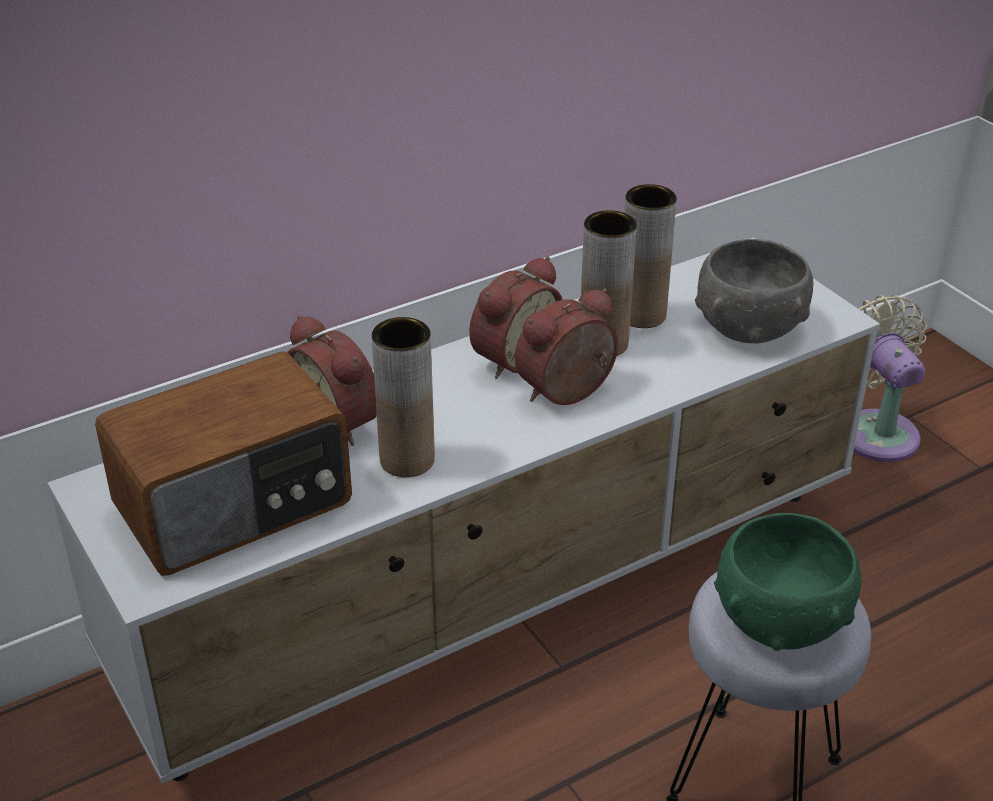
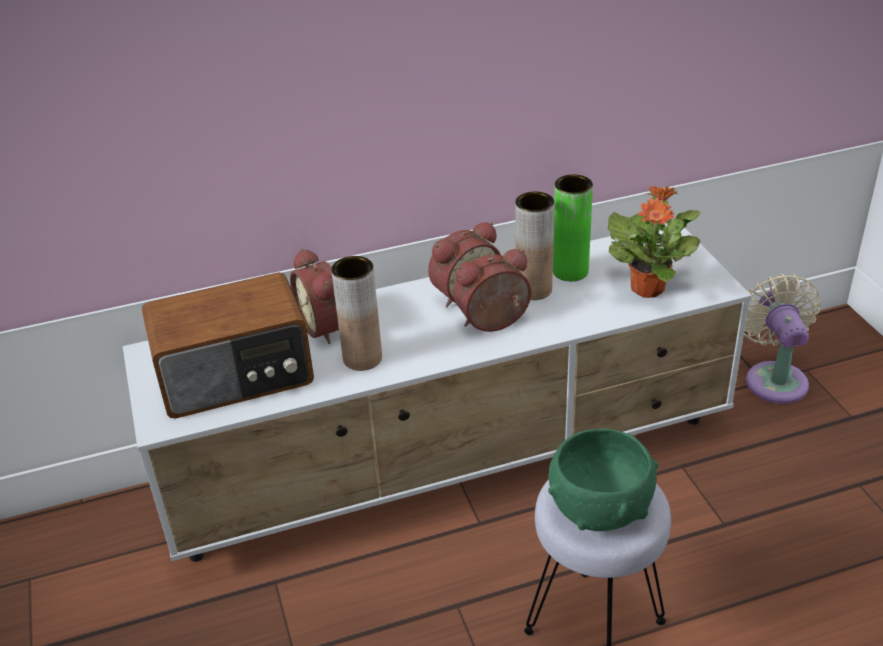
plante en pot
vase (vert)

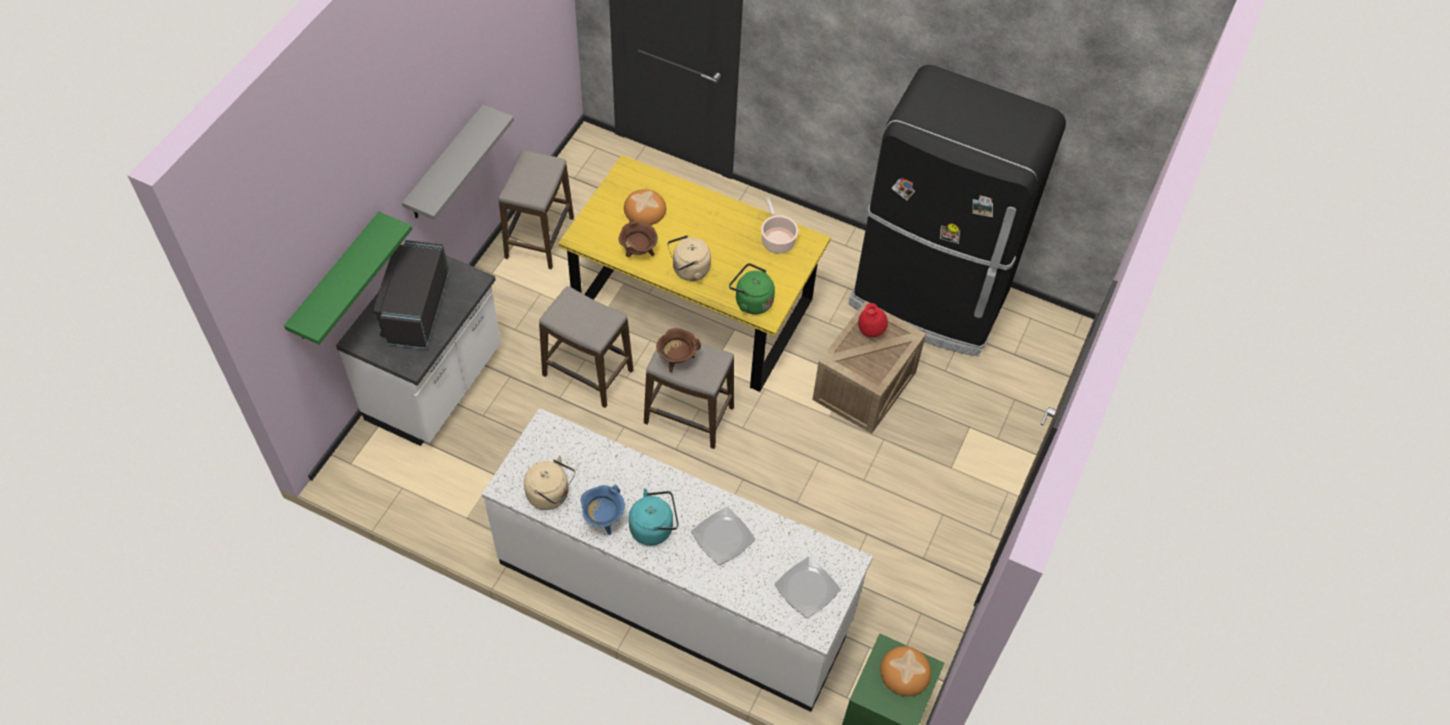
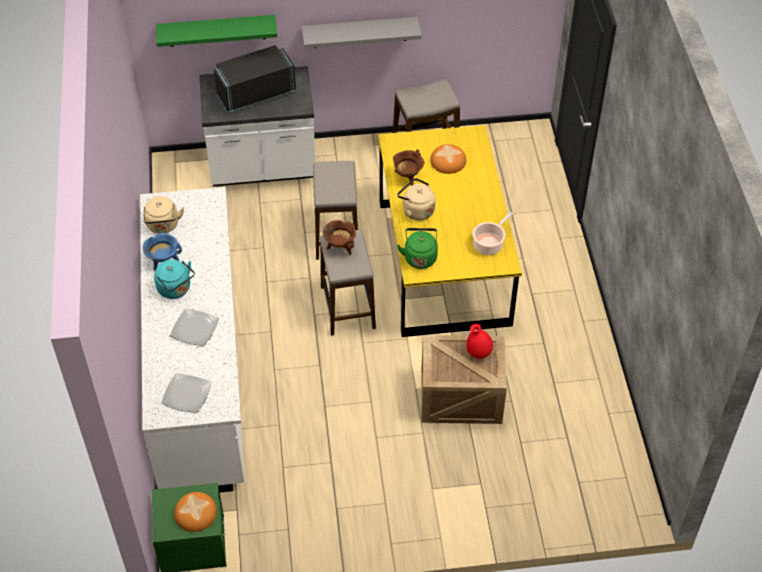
réfrigérateur (noir)

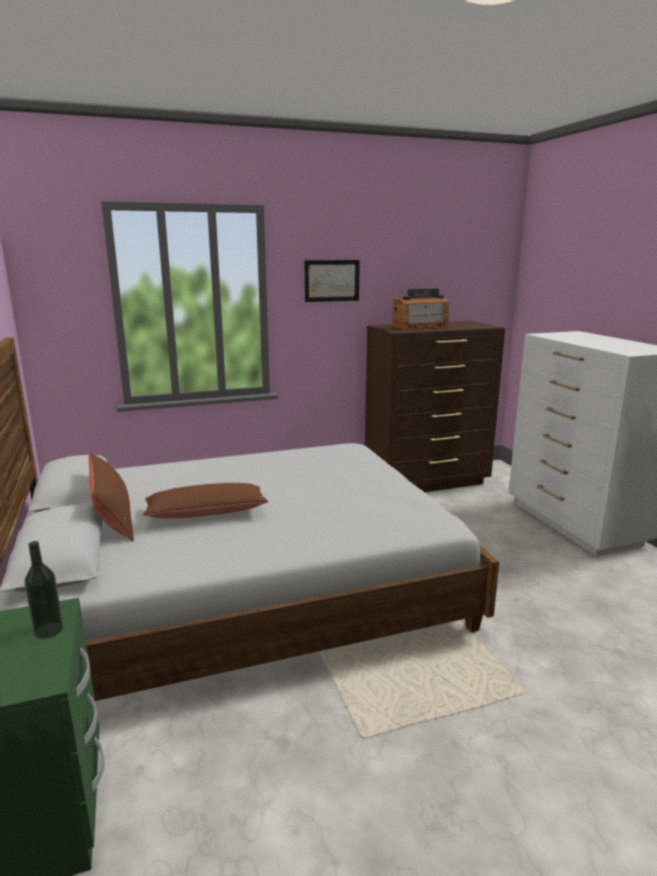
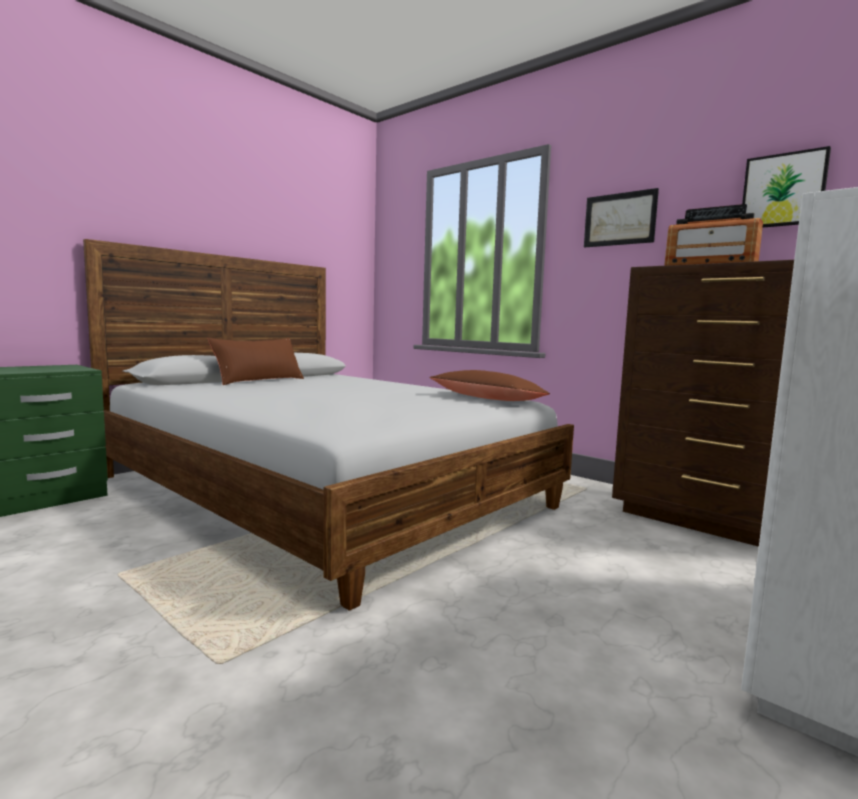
bouteille
tableau (no. 2 from left)
coussin (marron) (no. 2 from left)

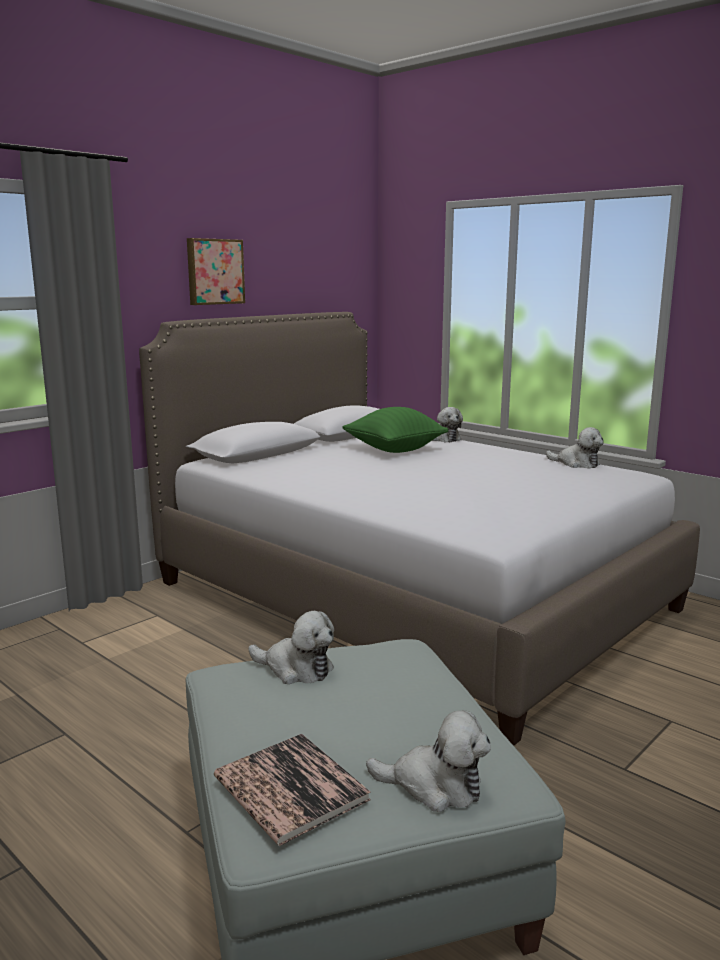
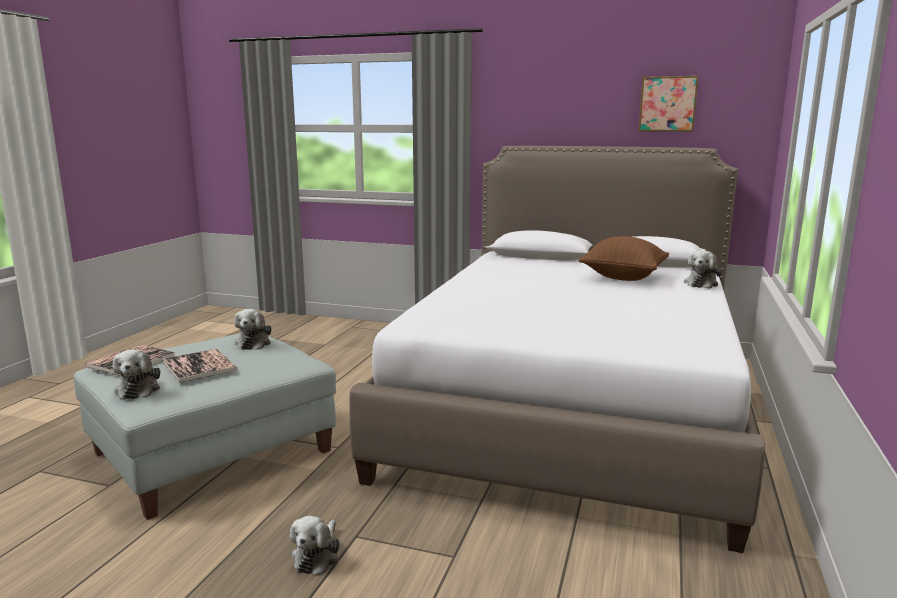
livre (no. 2 from left)
tableau
peluche (no. 3 from left)
coussin (marron)

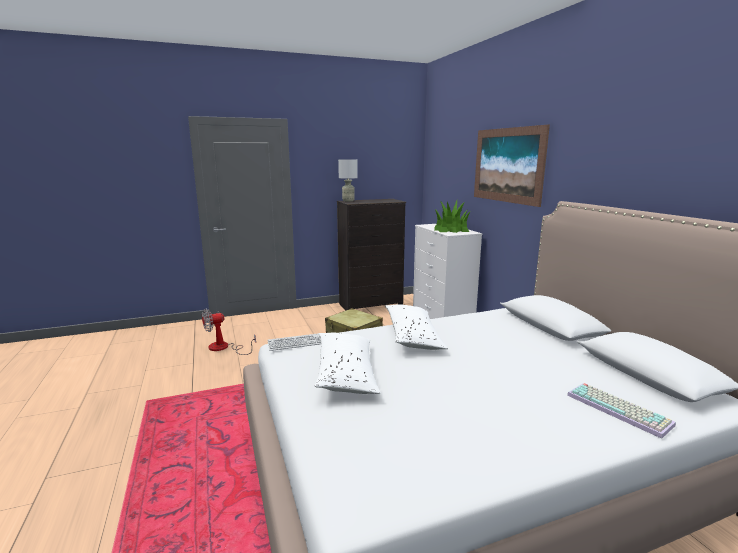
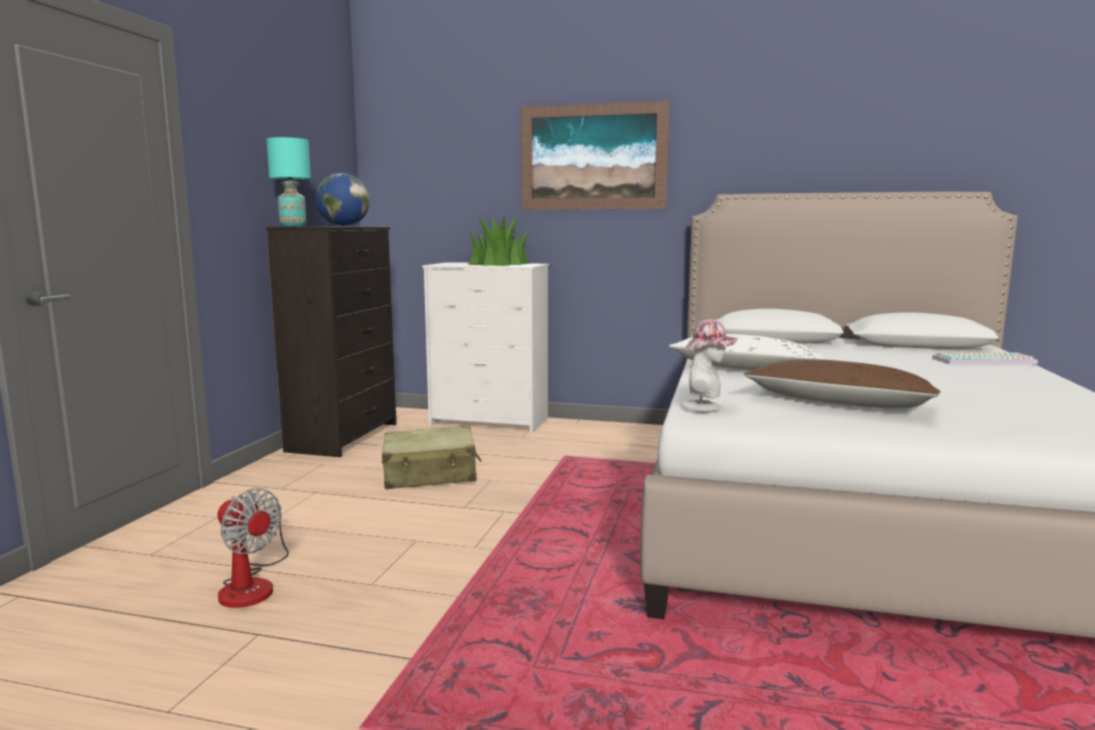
globe
chapeau
coussin (marron)
lampe de table (turquoise)
ventilateur

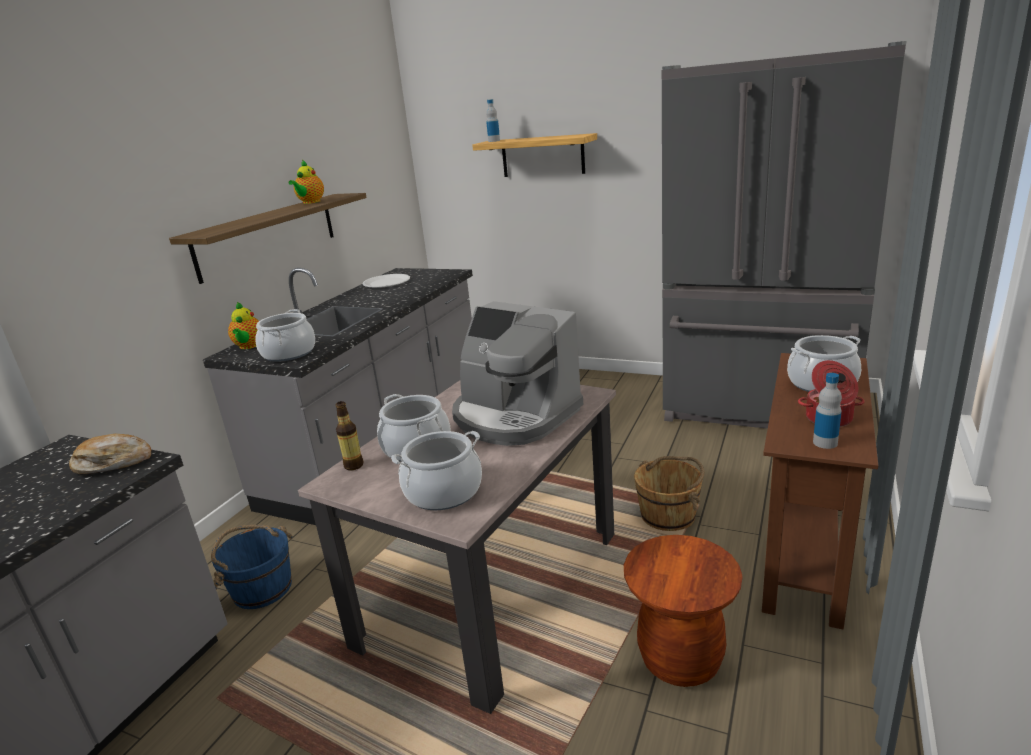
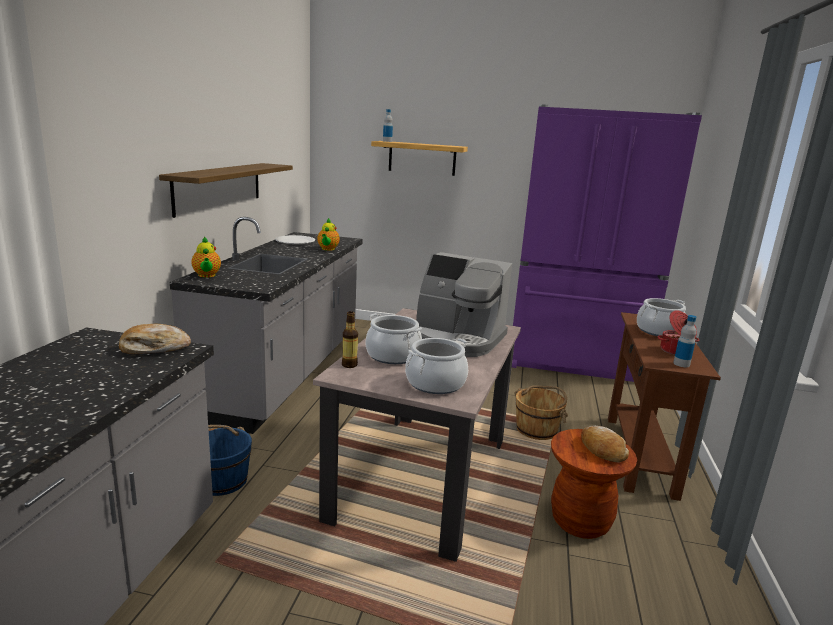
marmite (no. 1 from left in the first image)
pain (no. 2 from left)
théière (no. 2 from left)
réfrigérateur (violet)

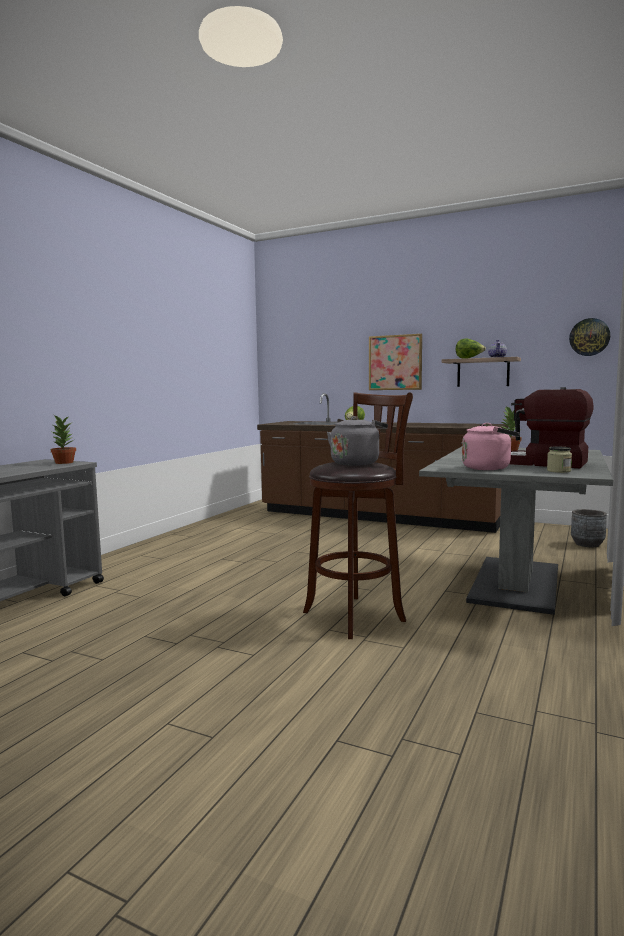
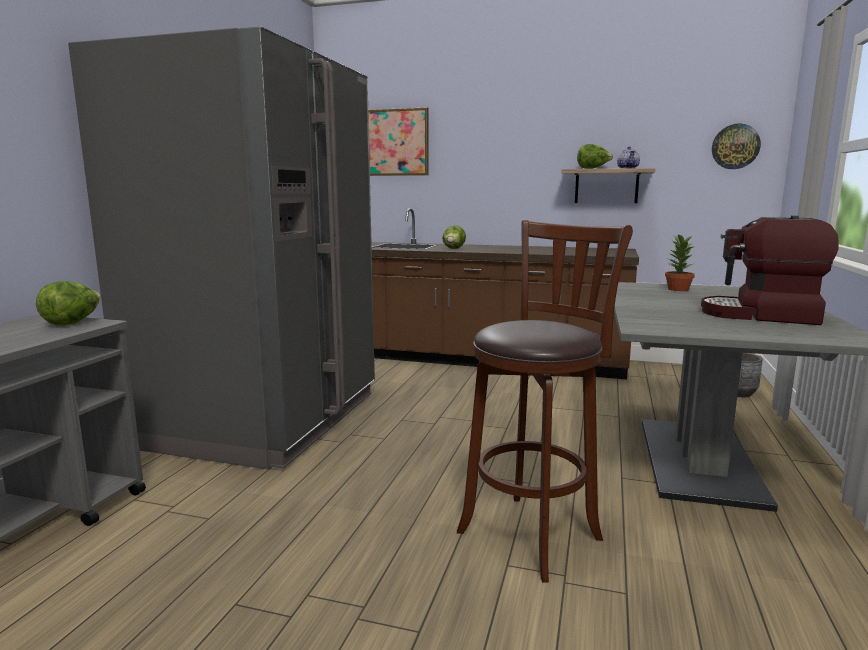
bouilloire (gris)
bouilloire (rose)
bocal
réfrigérateur (gris)
tableau
laitue (no. 1 from left)

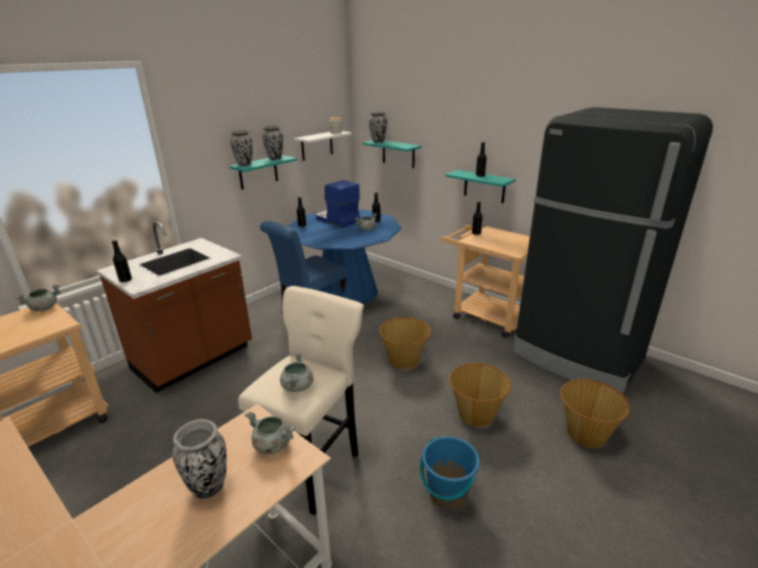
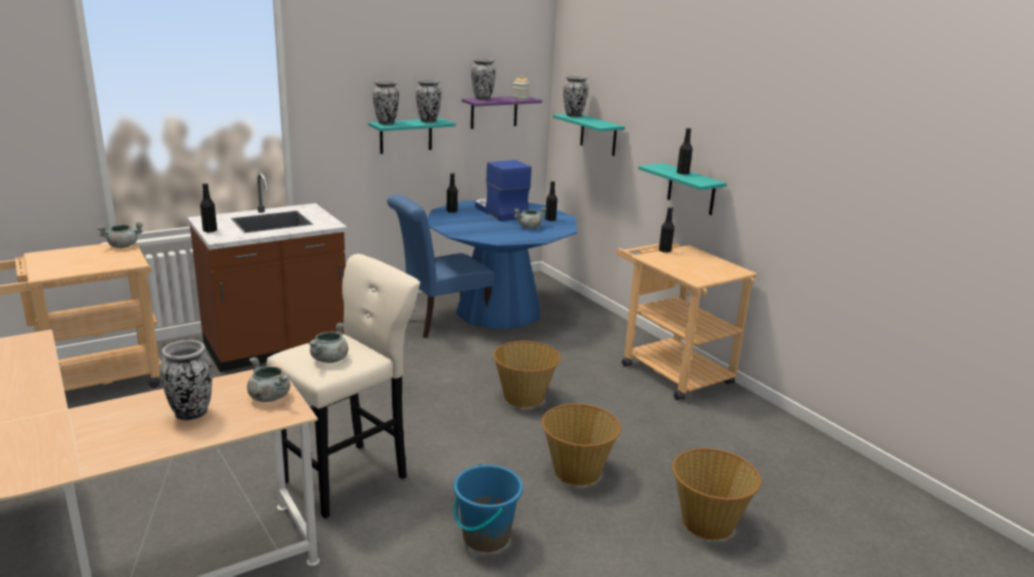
réfrigérateur (noir)
vase (no. 4 from left)
étagère (violet)

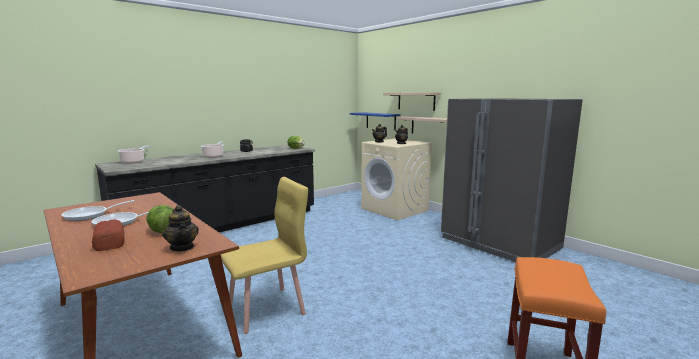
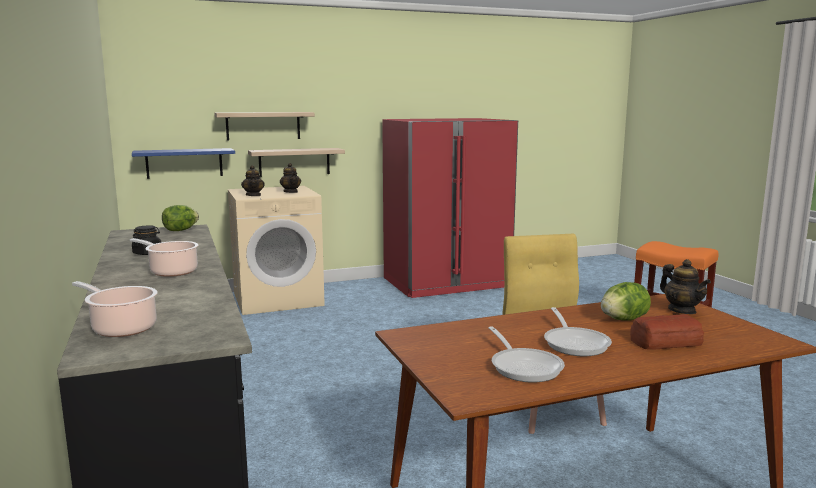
réfrigérateur (rouge)
théière (no. 3 from left)

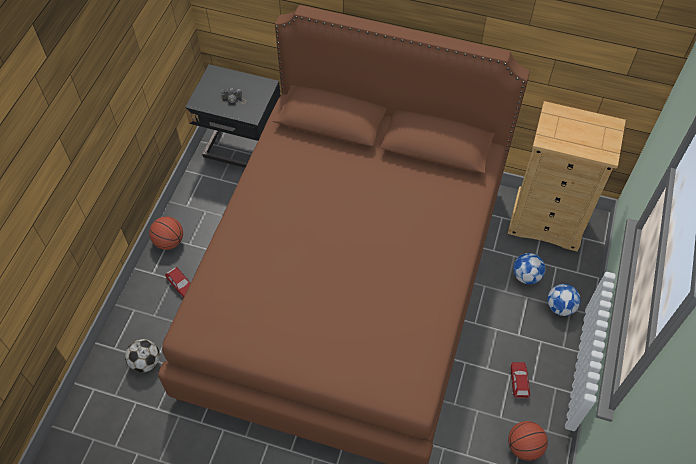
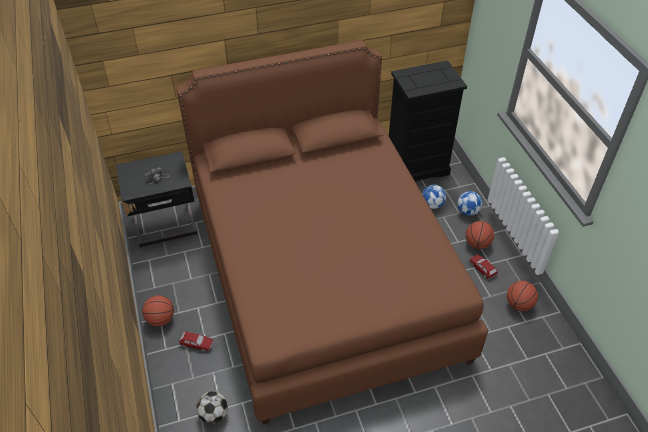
ballon de basket (no. 2 from left)
commode (noir)

